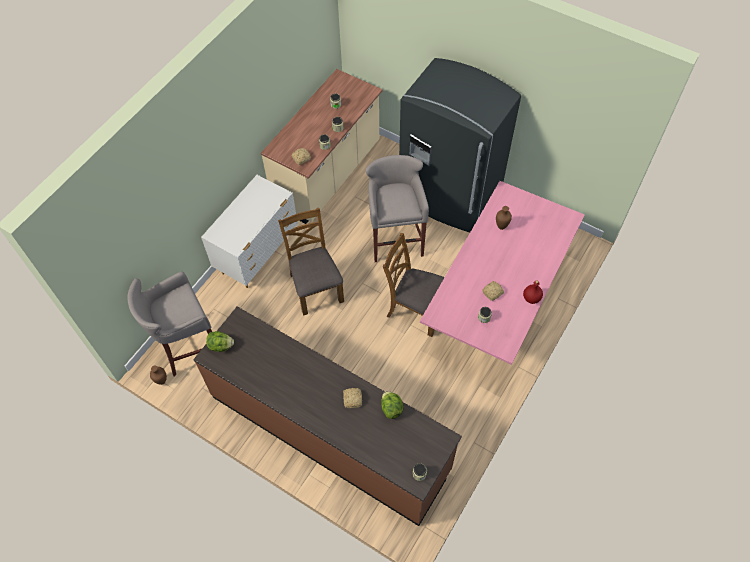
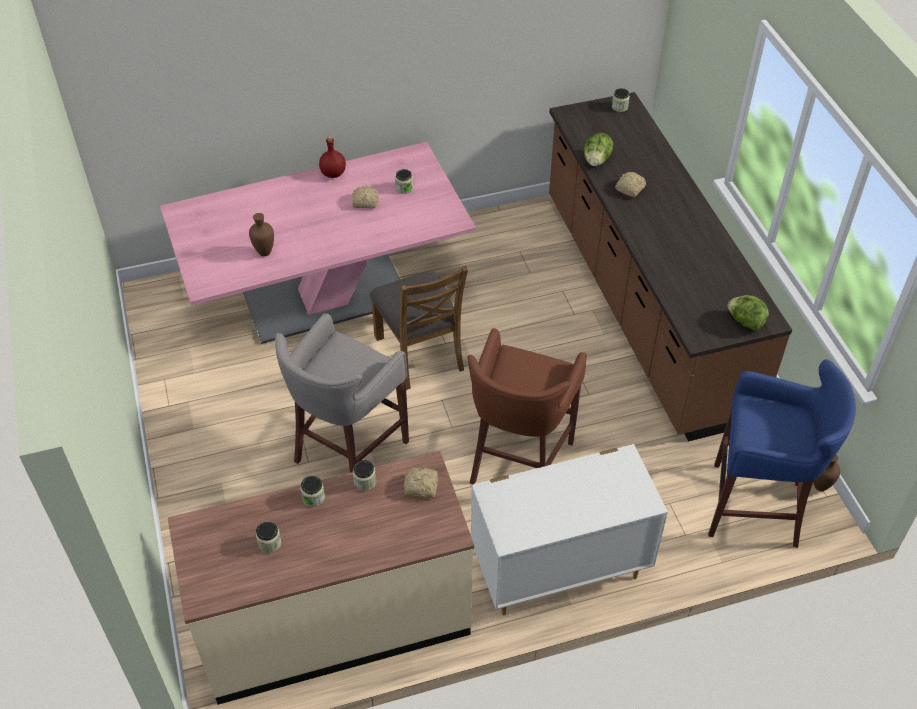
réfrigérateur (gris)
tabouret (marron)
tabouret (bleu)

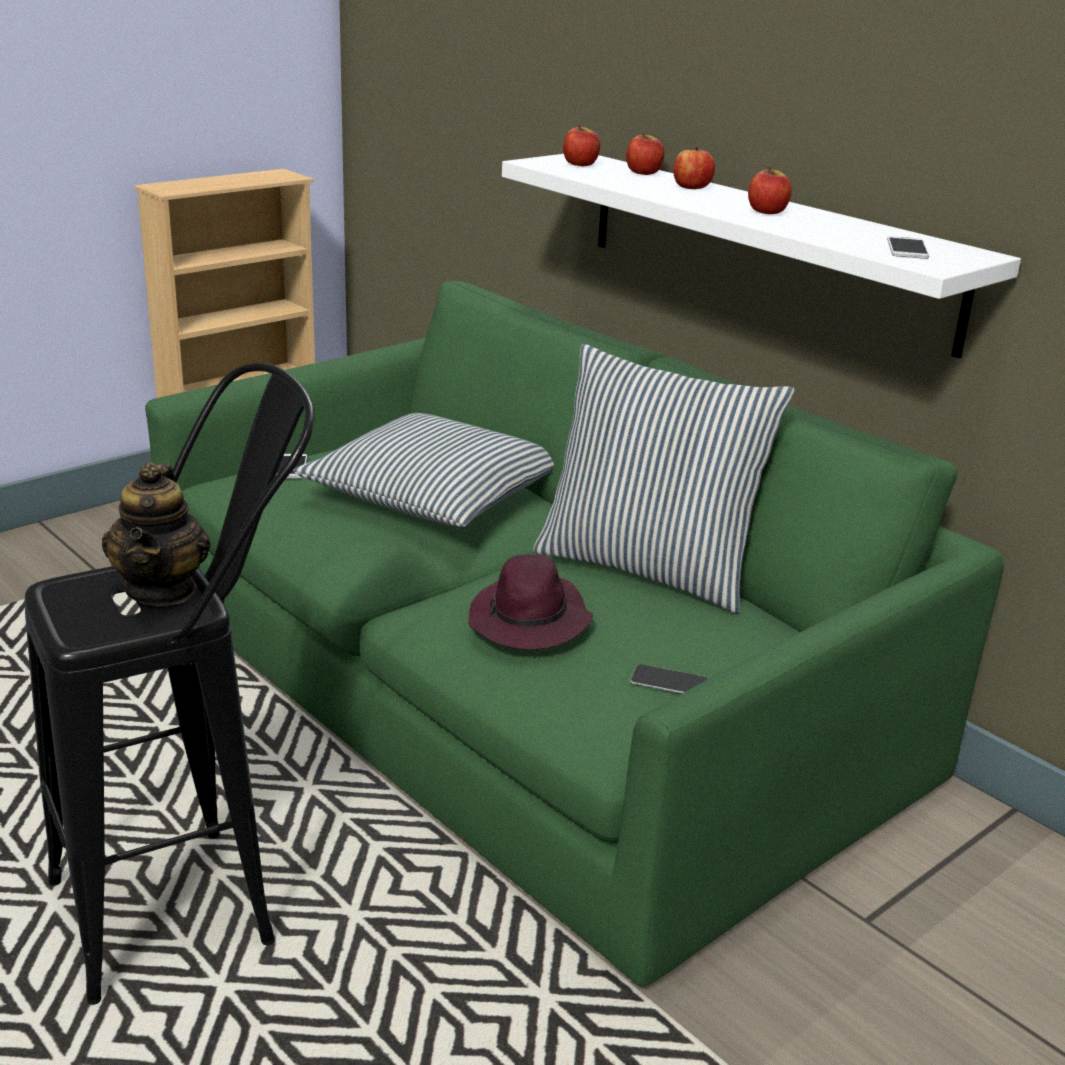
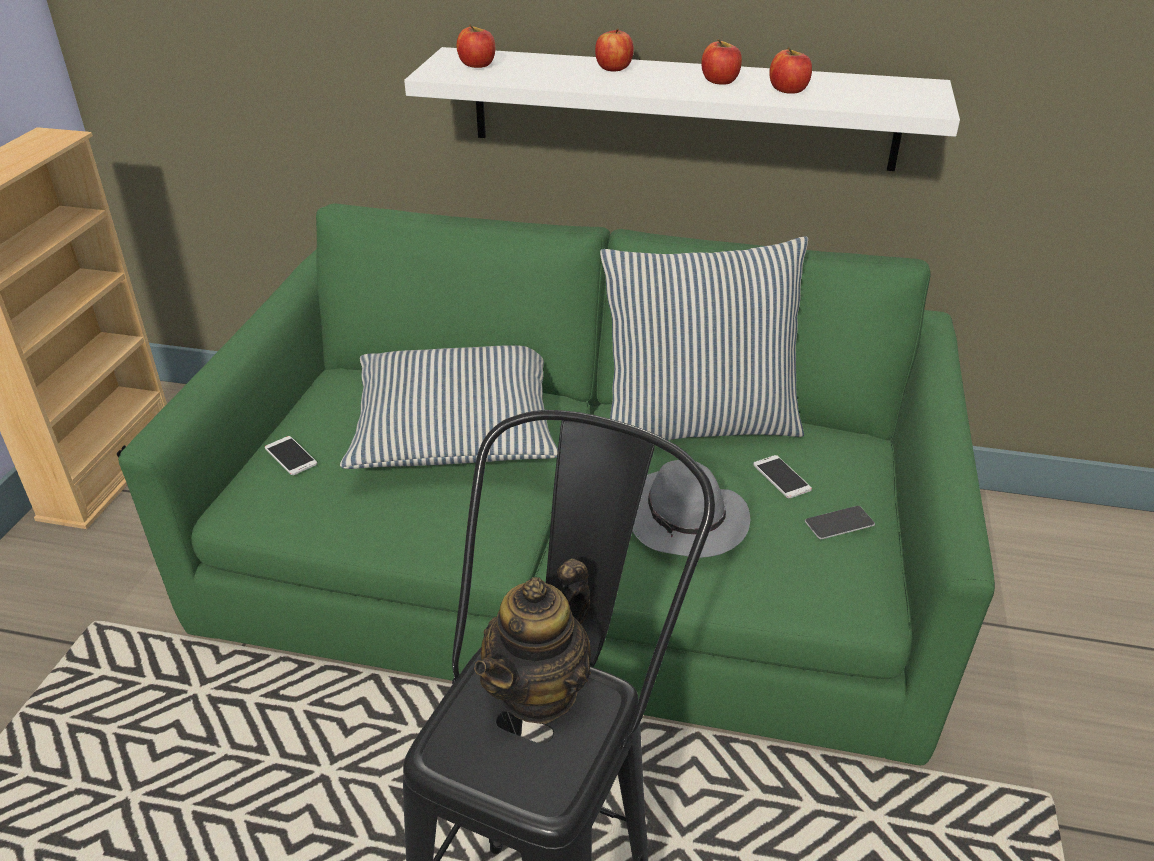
pomme (no. 4 from left)
téléphone (no. 2 from left)
chapeau (gris)
théière

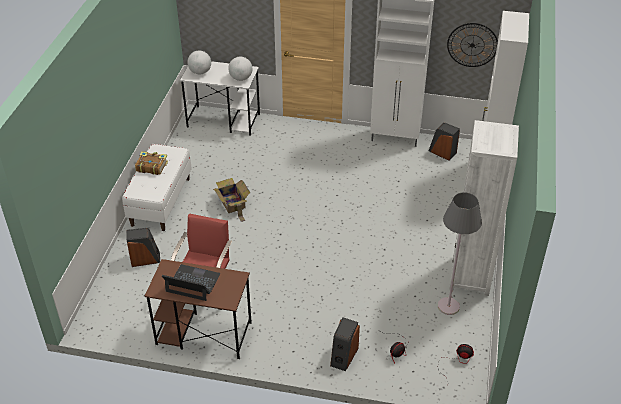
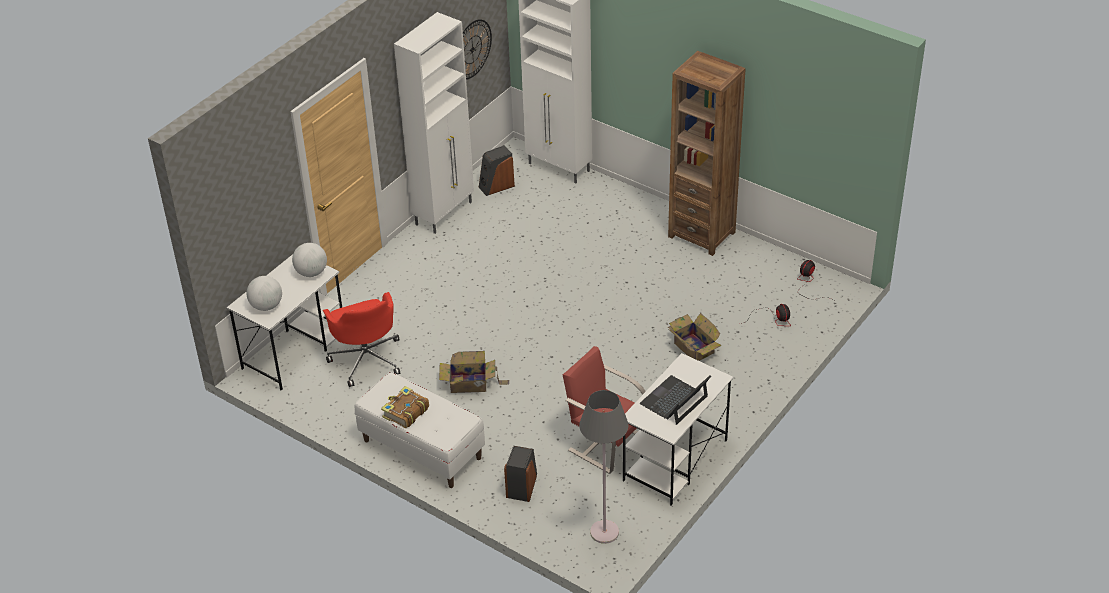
enceinte (no. 2 from left in the first image)
chaise de bureau (rouge)
carton (no. 2 from left)
lampadaire (gris)
bureau (blanc) (no. 2 from left)
bibliothèque (marron)

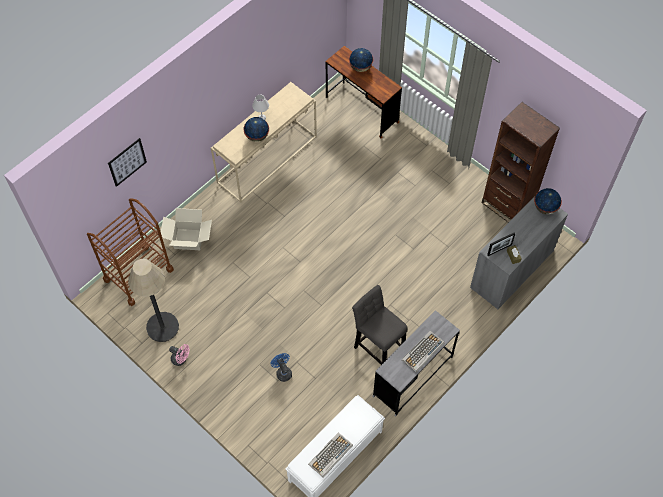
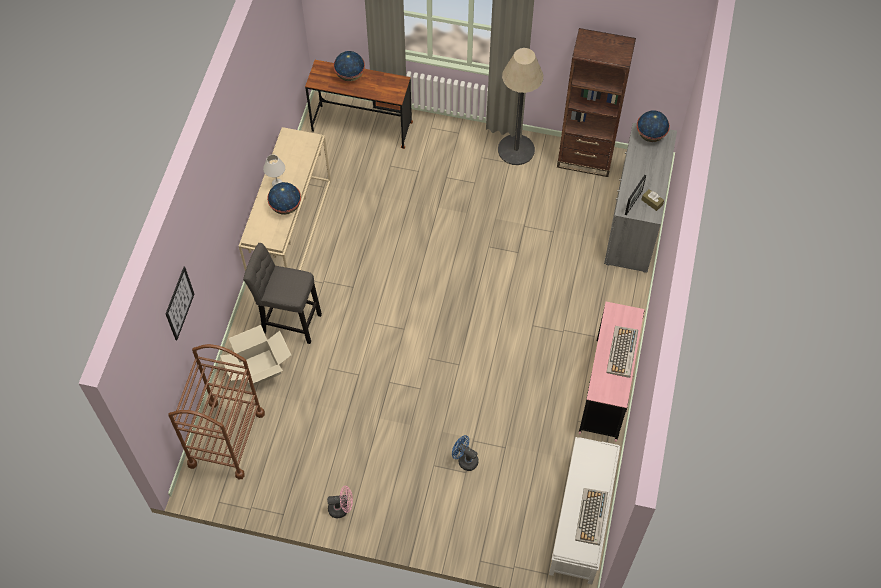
lampadaire
tabouret (gris)
bureau (rose)

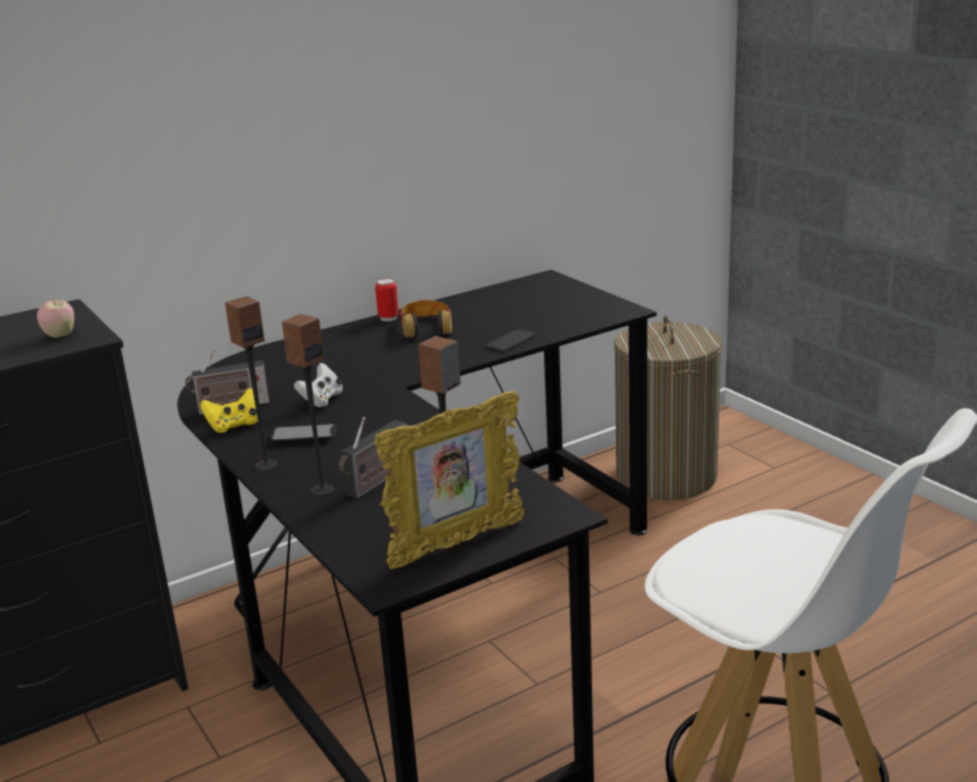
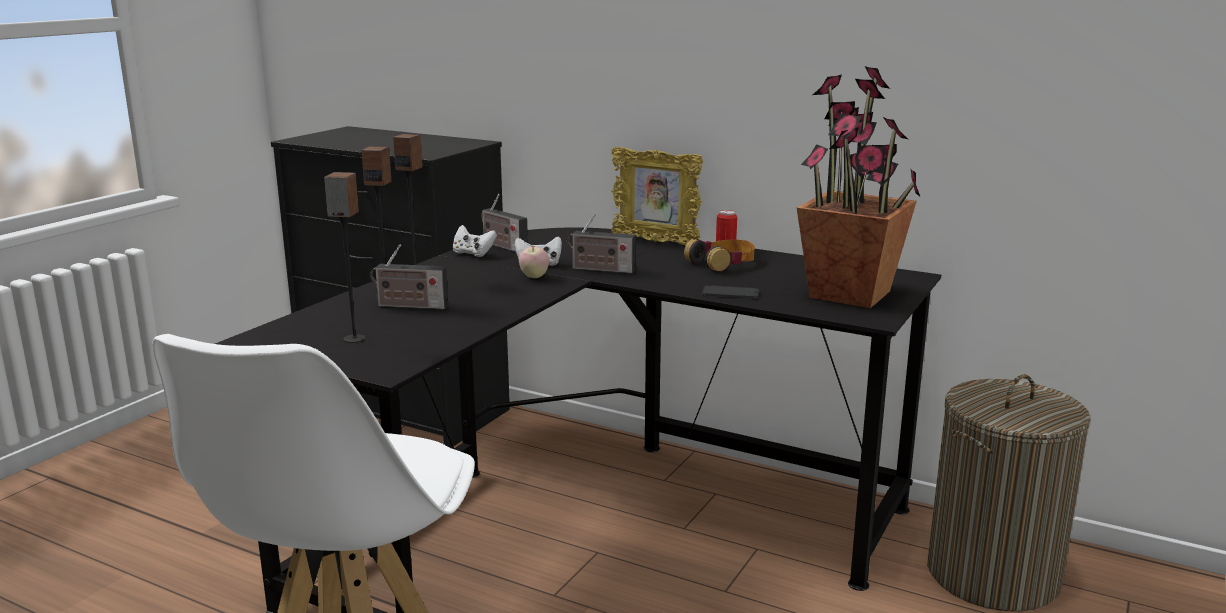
téléphone (no. 1 from left in the first image)
radio (no. 3 from left)
plante en pot
pomme
cadre photo
manette (blanc) (no. 1 from left)

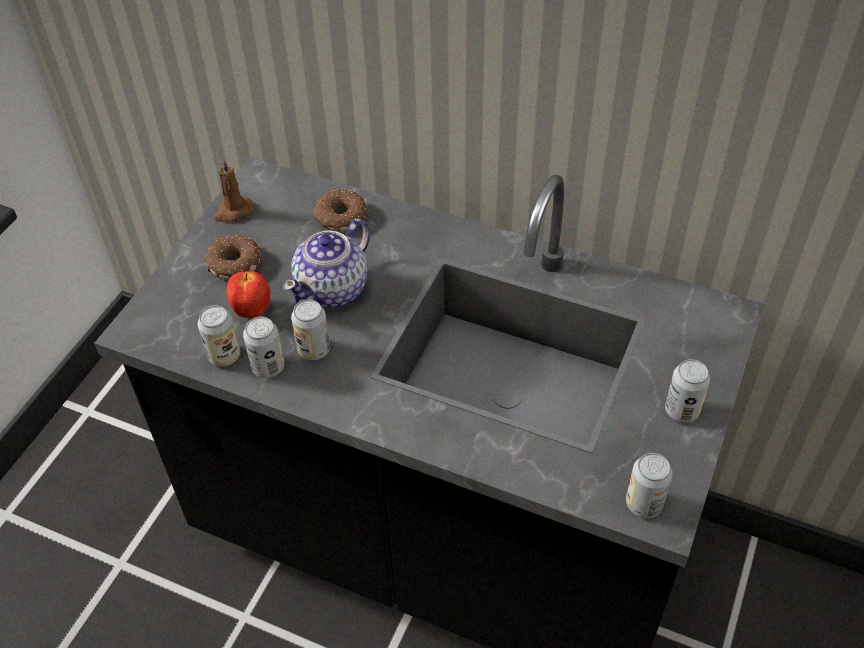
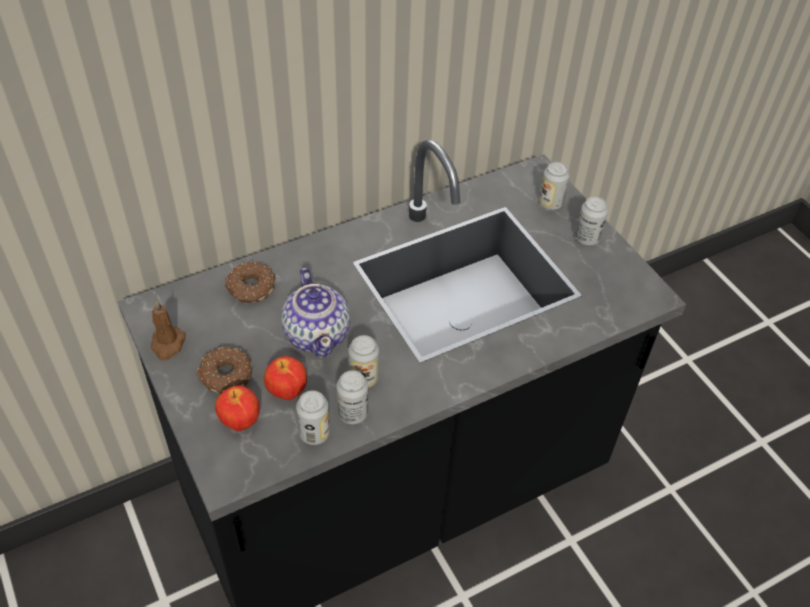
pomme (no. 1 from left)
boîte métallique (no. 4 from left)

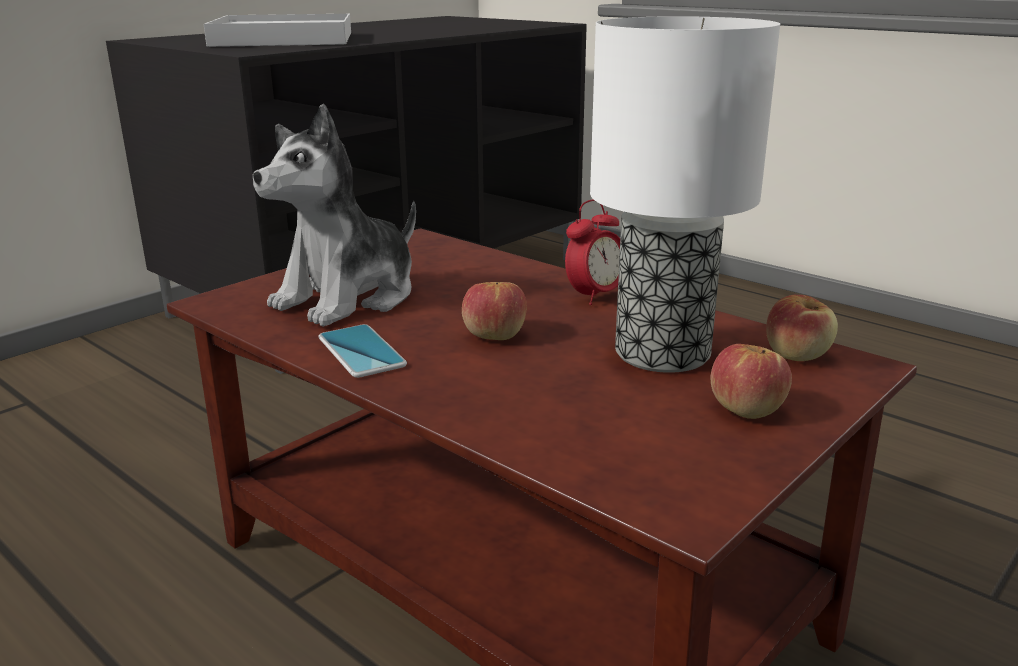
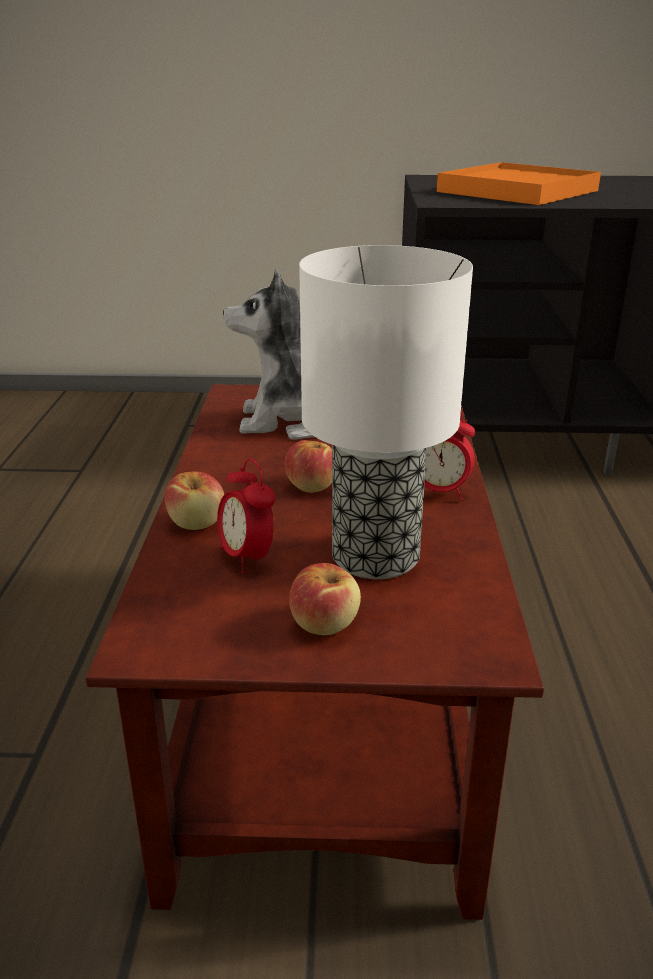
téléphone
réveil (no. 1 from left)
pomme (no. 1 from left)
plateau (orange)

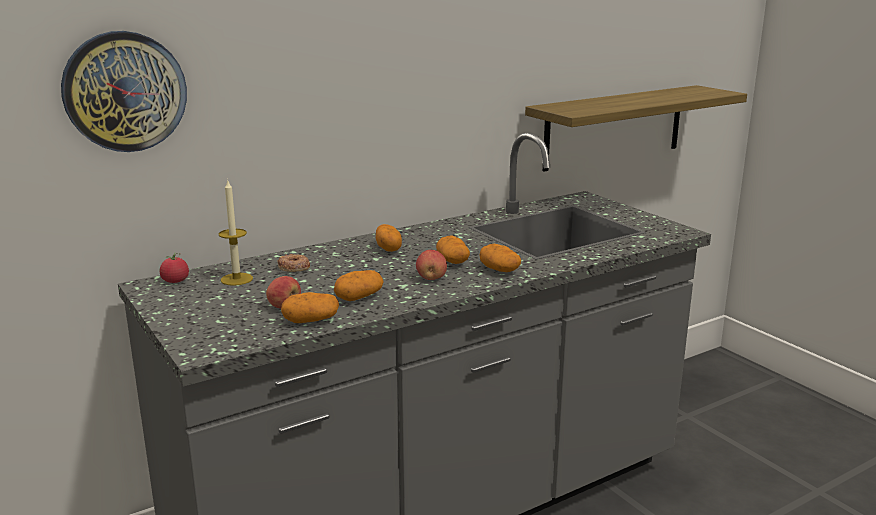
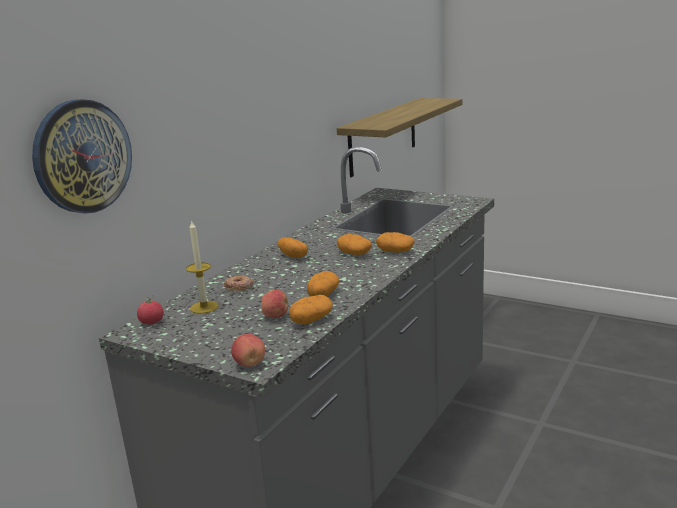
pomme (no. 1 from left)

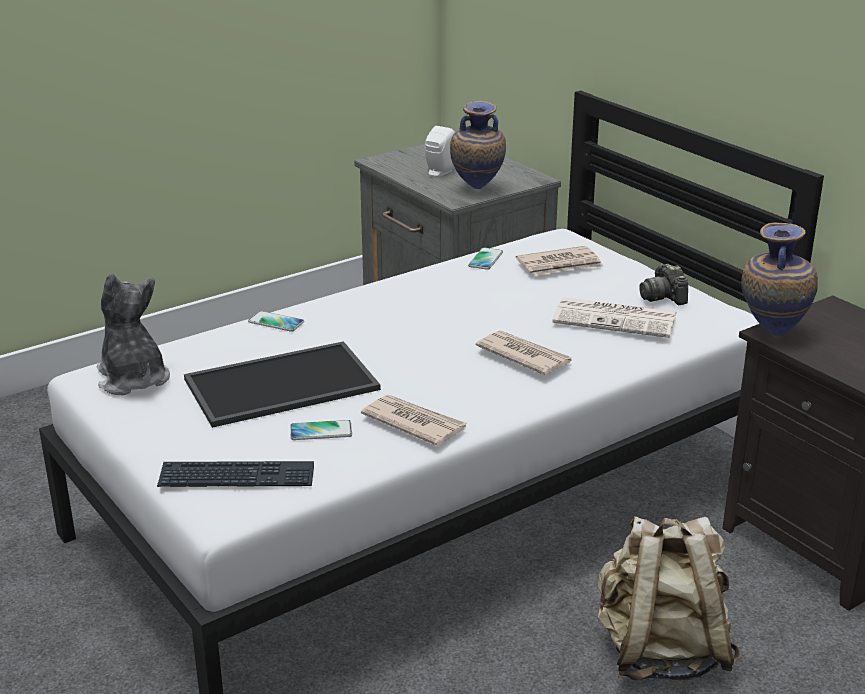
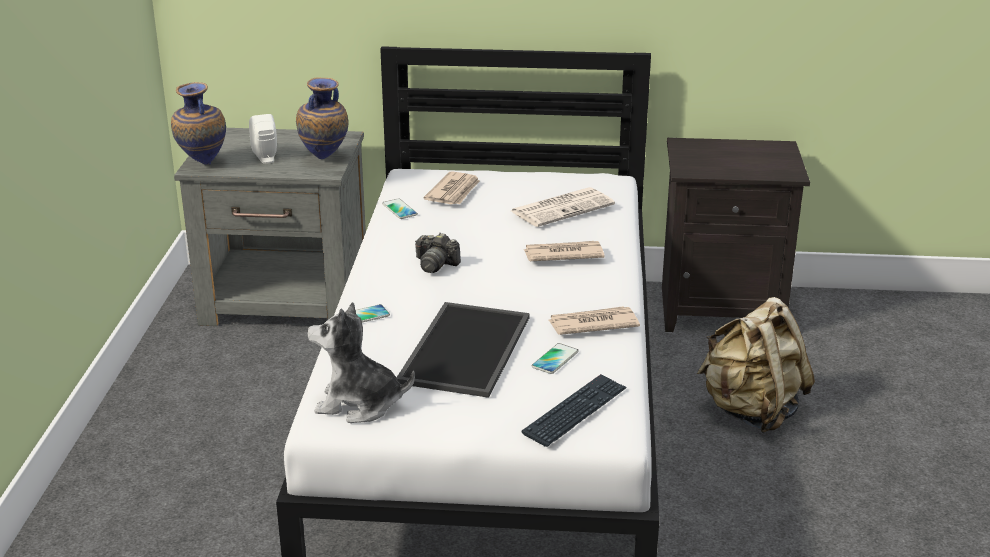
appareil photo
vase (no. 1 from left)

